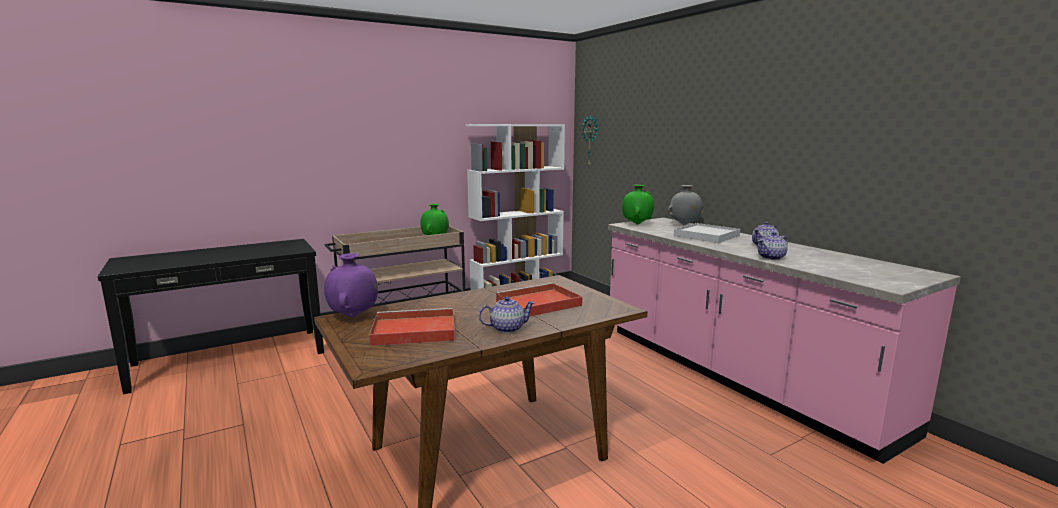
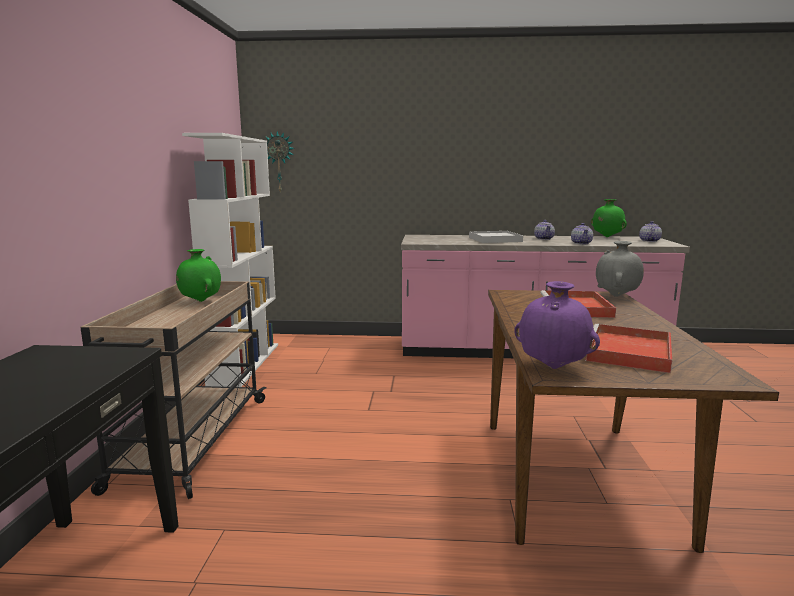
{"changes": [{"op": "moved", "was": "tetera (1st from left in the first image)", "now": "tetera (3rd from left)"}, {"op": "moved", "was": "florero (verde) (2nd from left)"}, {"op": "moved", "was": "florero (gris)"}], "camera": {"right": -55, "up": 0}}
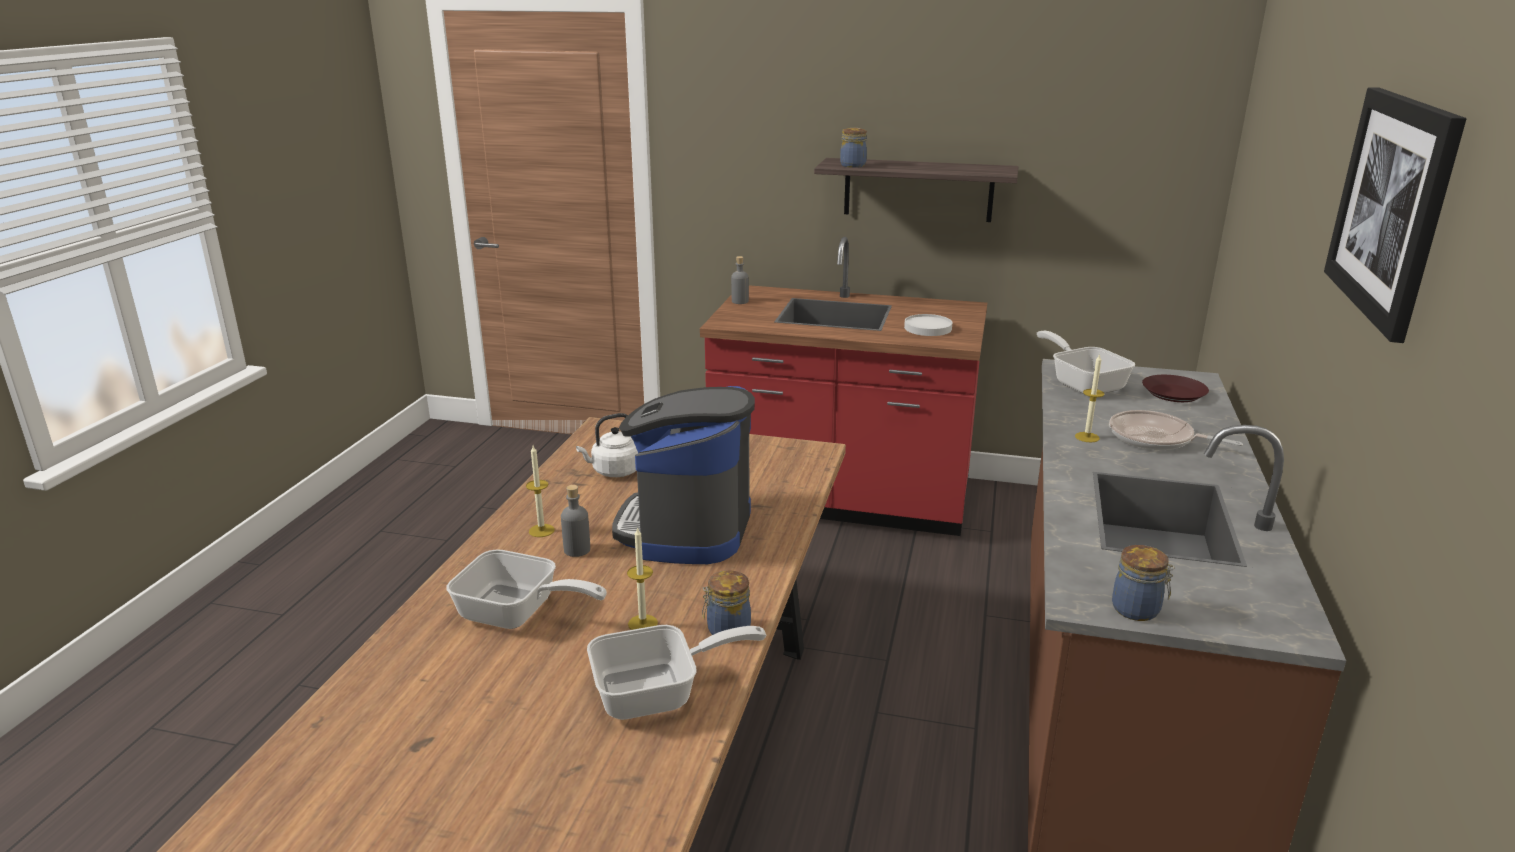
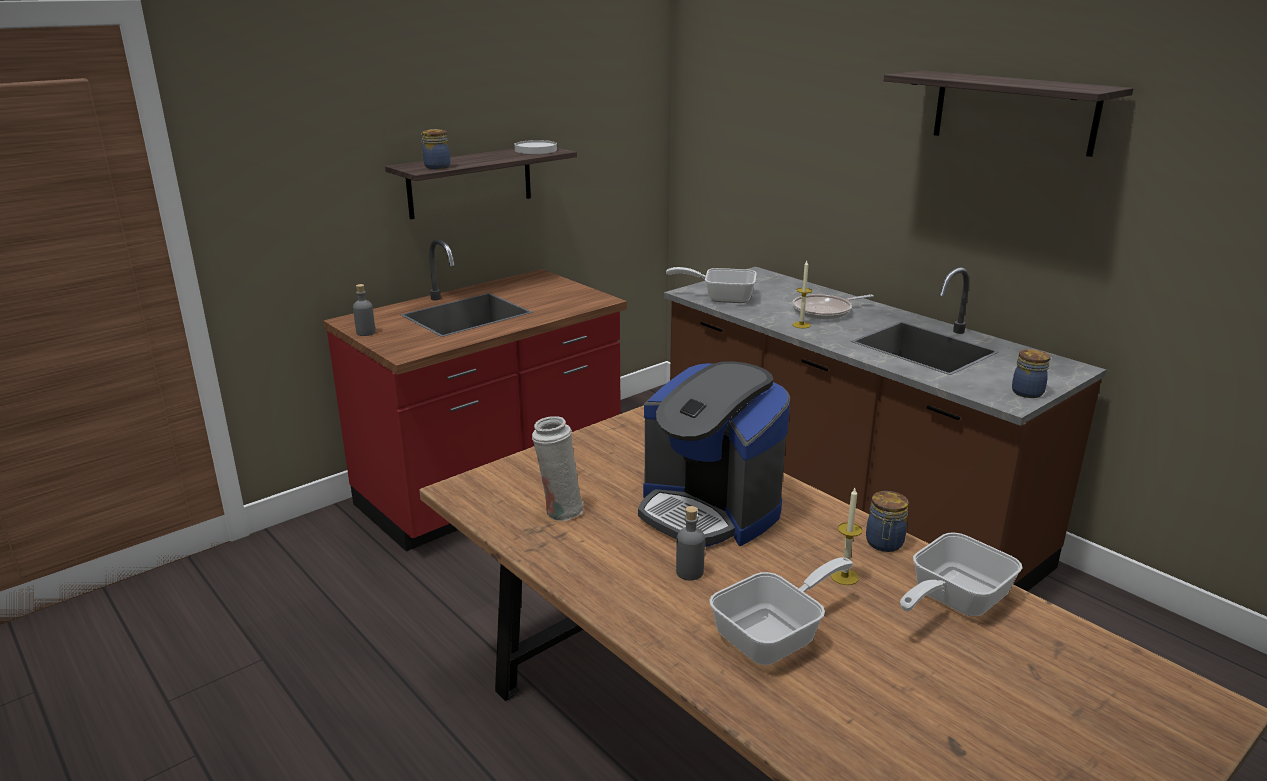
{"changes": [{"op": "removed", "was": "vela (1st from left)"}, {"op": "replaced", "was": "hervidor (blanco)", "now": "florero (blanco)"}, {"op": "turned", "was": "sartén (2nd from left in the first image)", "clockwise": -150}, {"op": "moved", "was": "plato (blanco)"}, {"op": "removed", "was": "plato (marrón)"}, {"op": "replaced", "was": "cuadro", "now": "estante (2nd from left)"}], "camera": {"right": -55, "up": 0}}
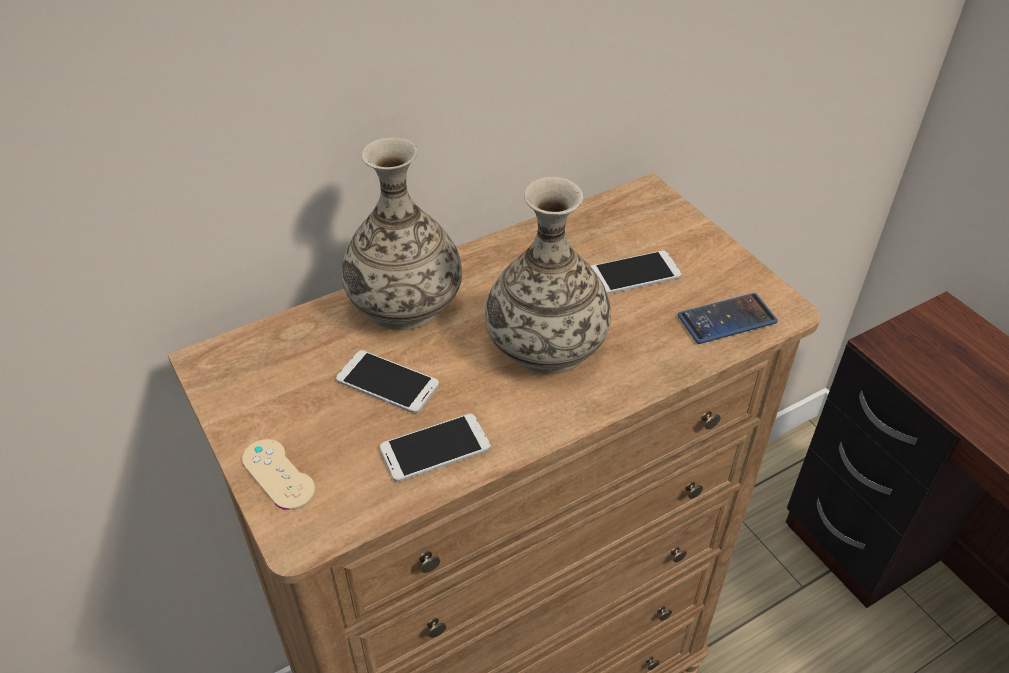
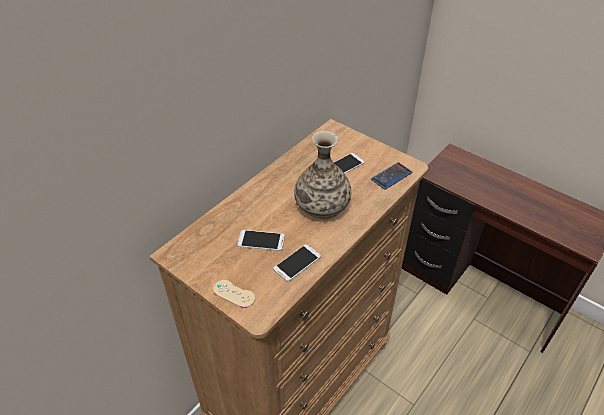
{"changes": [{"op": "removed", "was": "florero (1st from left)"}], "camera": {"right": -20, "up": 0}}
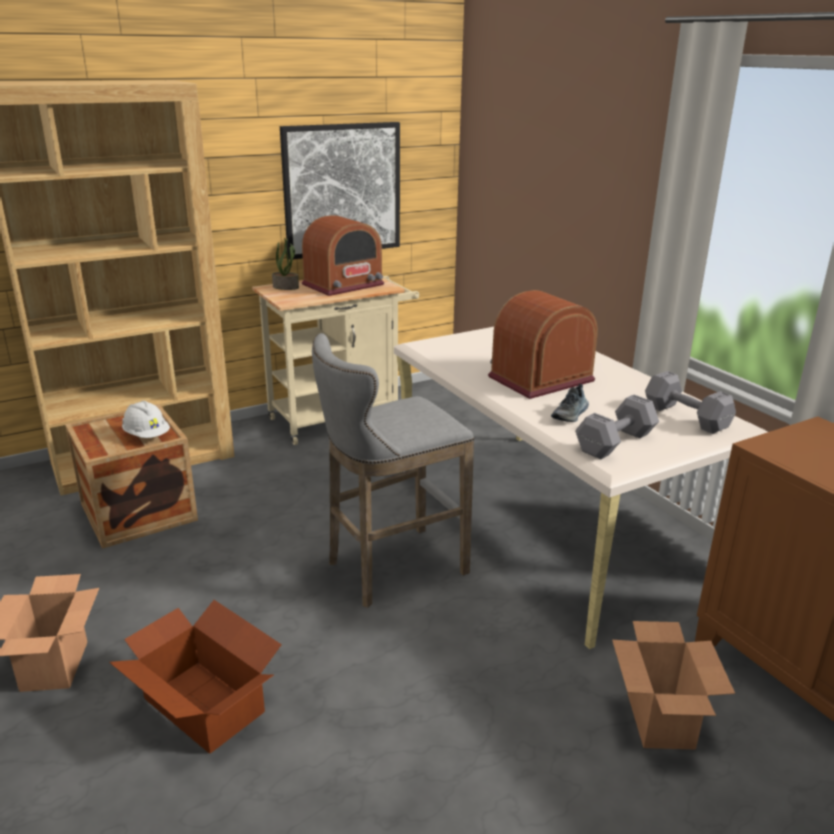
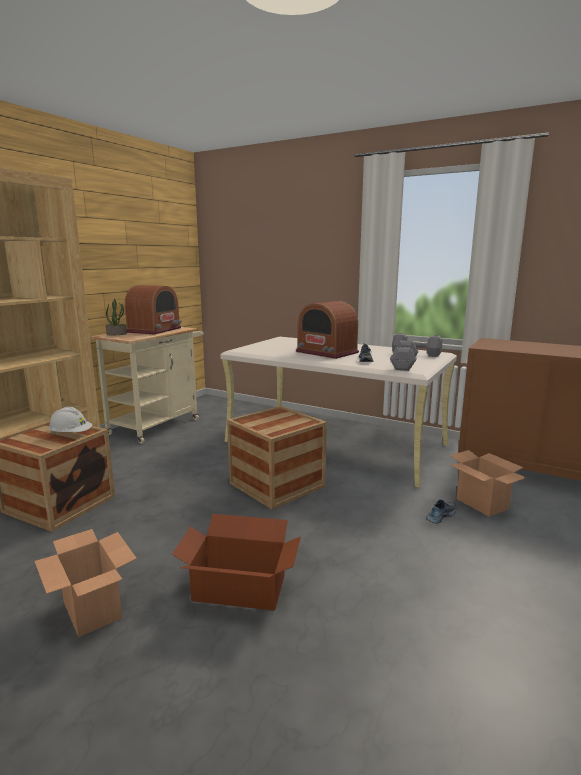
{"changes": [{"op": "removed", "was": "cuadro"}, {"op": "replaced", "was": "taburete (gris)", "now": "caja de embalaje (2nd from left)"}, {"op": "turned", "was": "radio (2nd from left)", "clockwise": -75}, {"op": "added", "now": "zapato (2nd from left)"}], "camera": {"right": -30, "up": -10}}
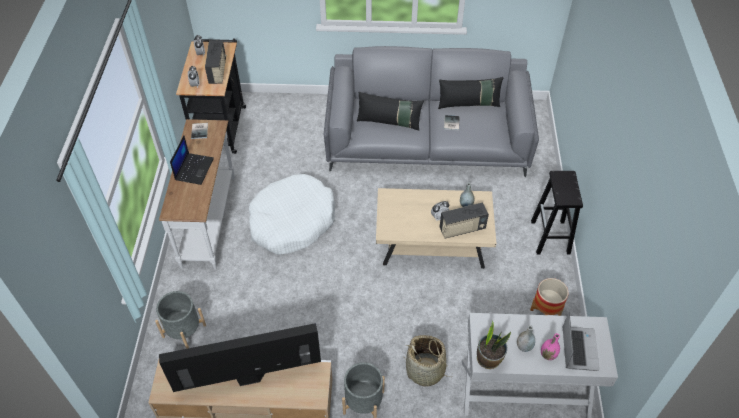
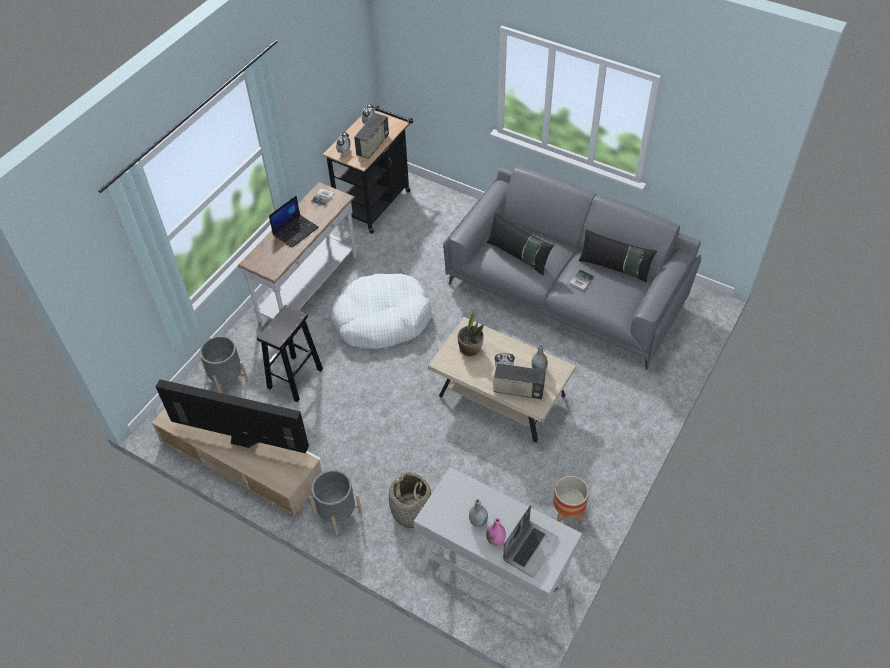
{"changes": [{"op": "moved", "was": "planta en maceta"}, {"op": "moved", "was": "taburete (negro)"}], "camera": {"right": 30, "up": 0}}
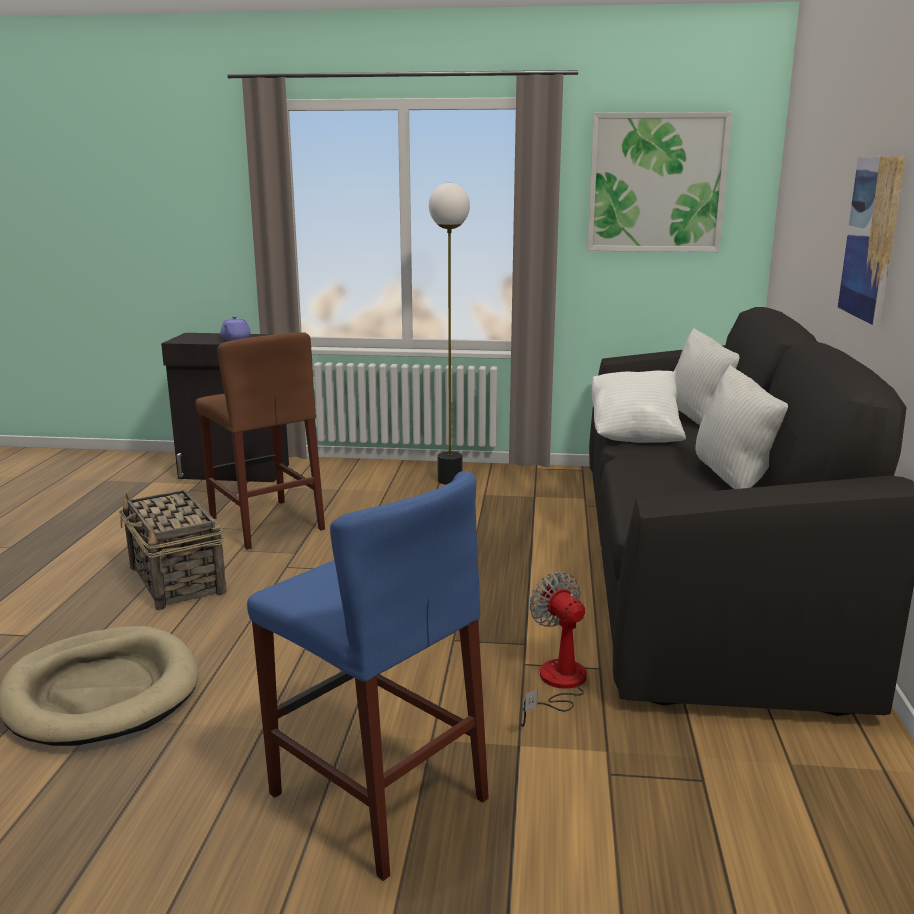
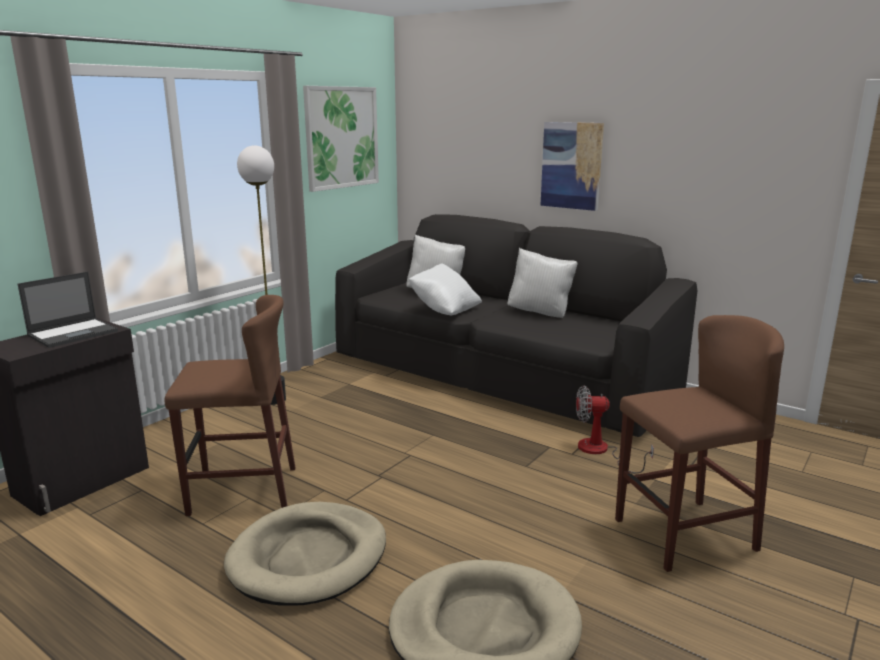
{"changes": [{"op": "replaced", "was": "cesta", "now": "cama para perro (beis) (1st from left)"}, {"op": "replaced", "was": "tetera (morado)", "now": "portátil"}, {"op": "recoloured", "was": "taburete (azul)", "now": "taburete (marrón) (2nd from left)"}], "camera": {"right": -60, "up": 0}}
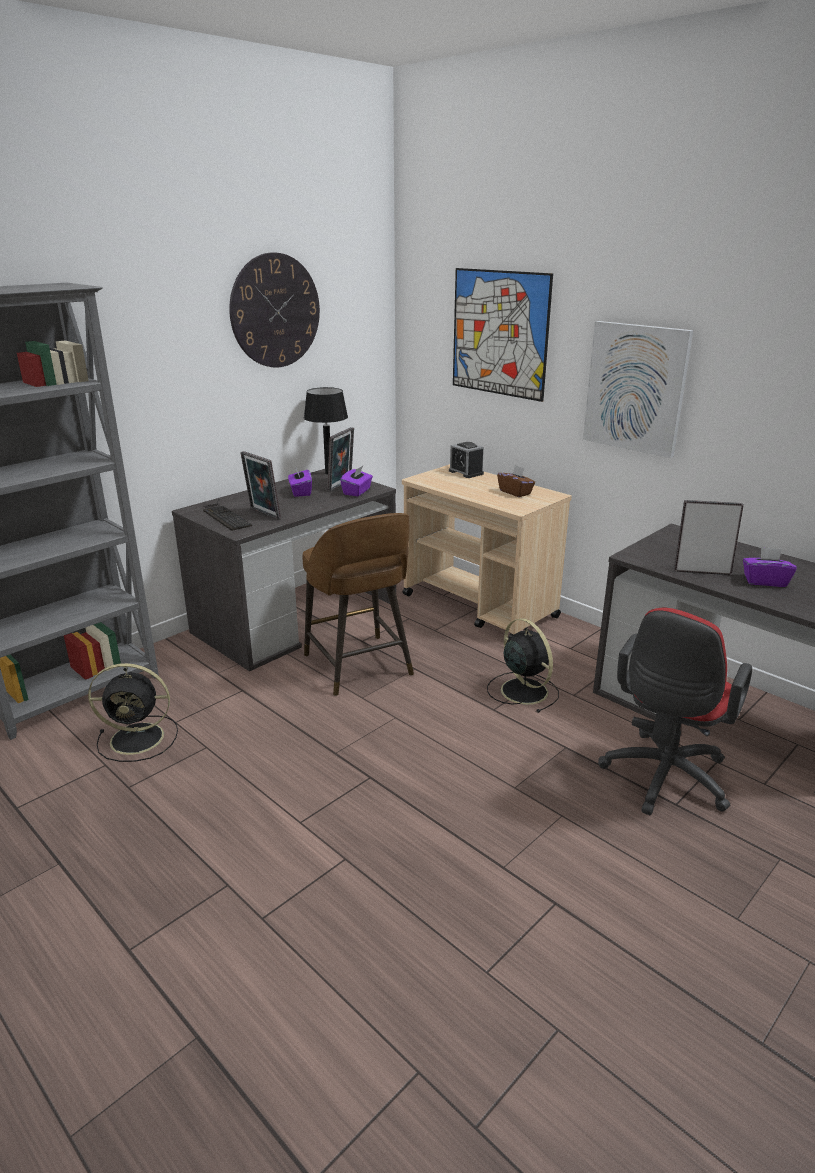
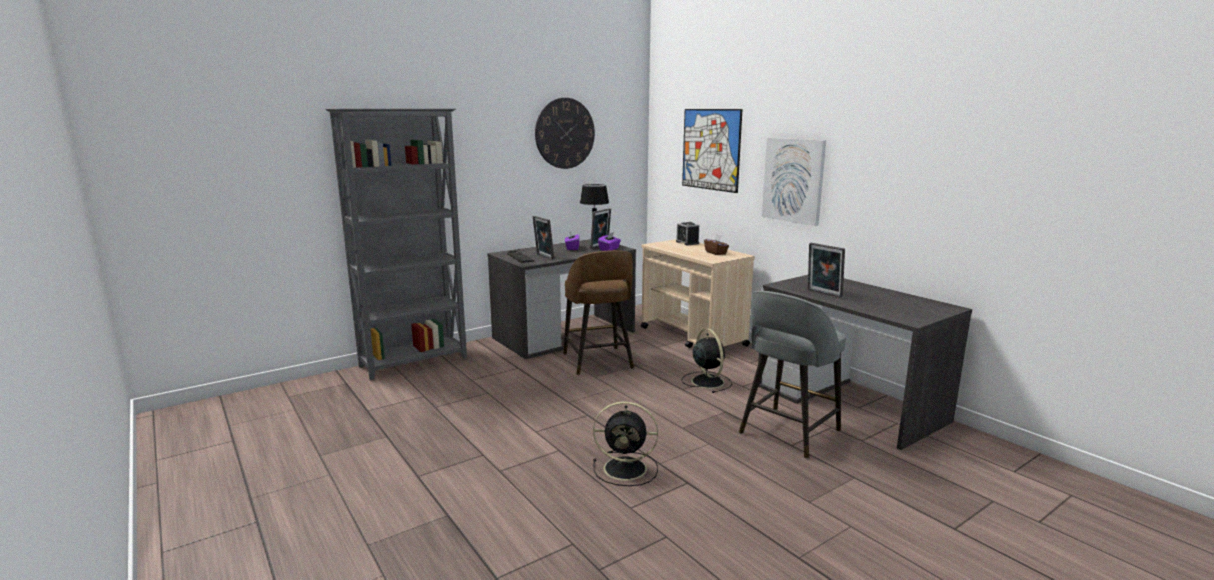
{"changes": [{"op": "moved", "was": "ventilador (negro) (1st from left)"}, {"op": "replaced", "was": "silla de oficina (rojo)", "now": "taburete (gris)"}, {"op": "turned", "was": "portarretratos (3rd from left)", "clockwise": -150}, {"op": "removed", "was": "caja de pañuelos (morado) (3rd from left)"}], "camera": {"right": 10, "up": -10}}
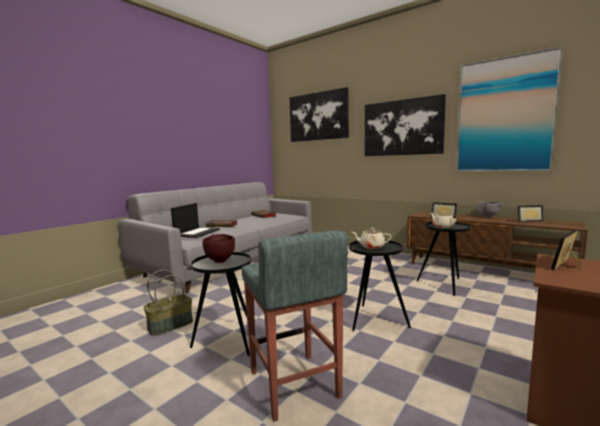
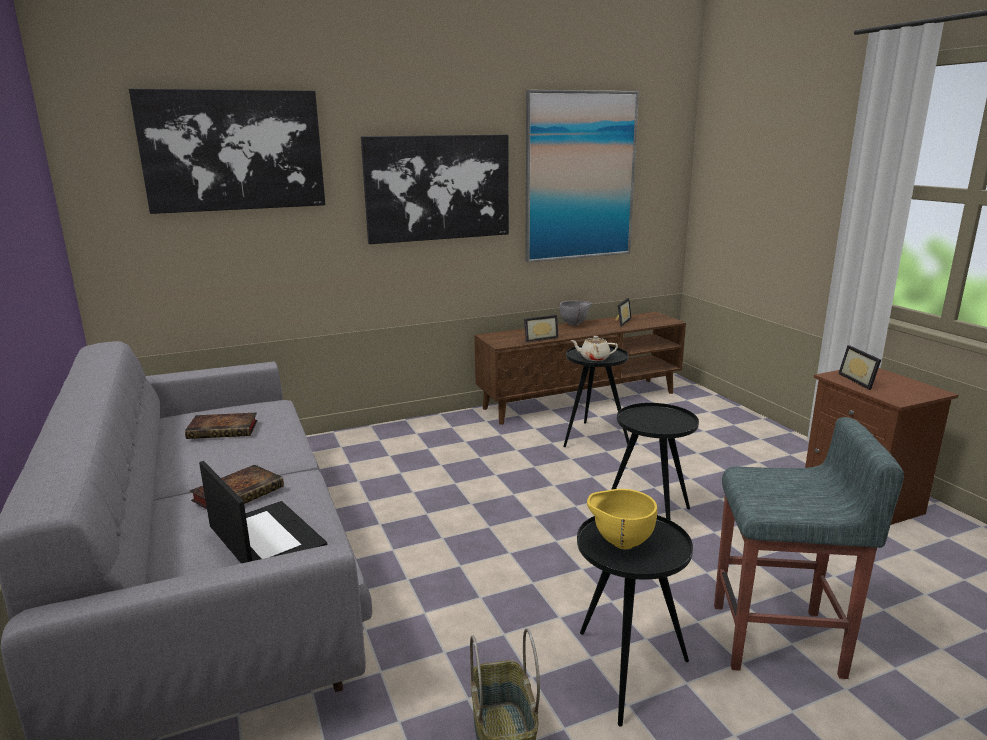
{"changes": [{"op": "recoloured", "was": "cuenco (marrón)", "now": "cuenco (amarillo)"}, {"op": "removed", "was": "tetera (beis) (1st from left)"}], "camera": {"right": -60, "up": 10}}
